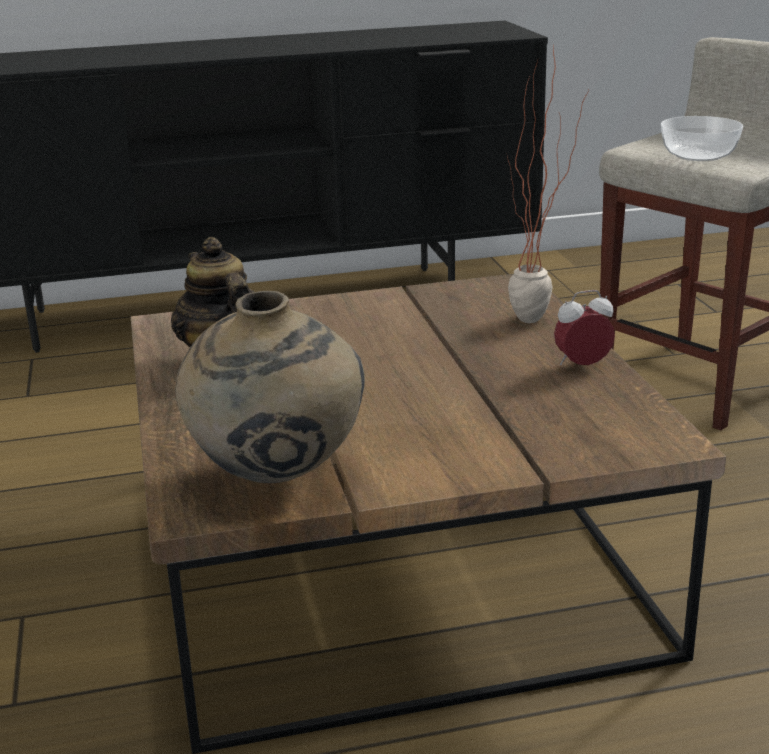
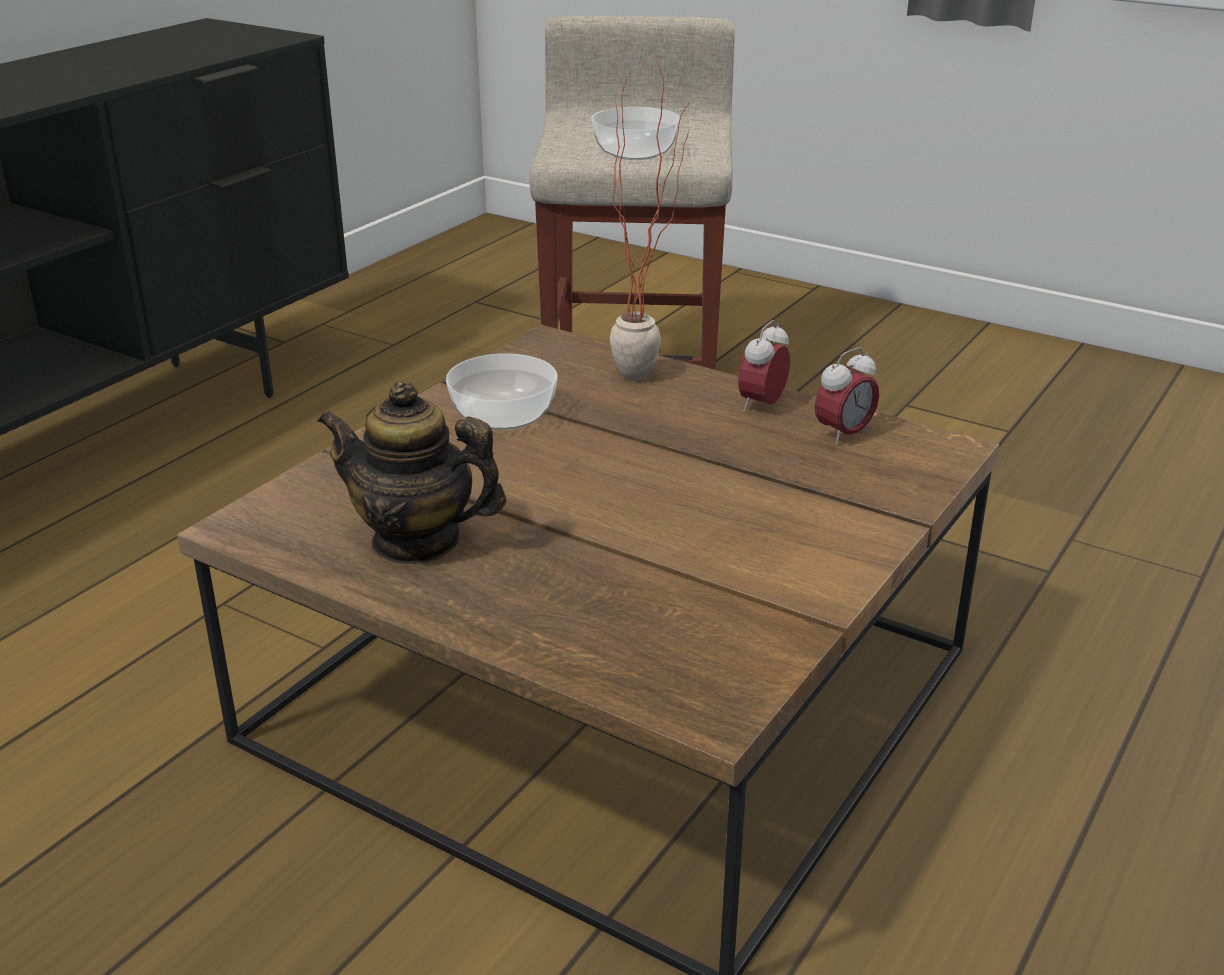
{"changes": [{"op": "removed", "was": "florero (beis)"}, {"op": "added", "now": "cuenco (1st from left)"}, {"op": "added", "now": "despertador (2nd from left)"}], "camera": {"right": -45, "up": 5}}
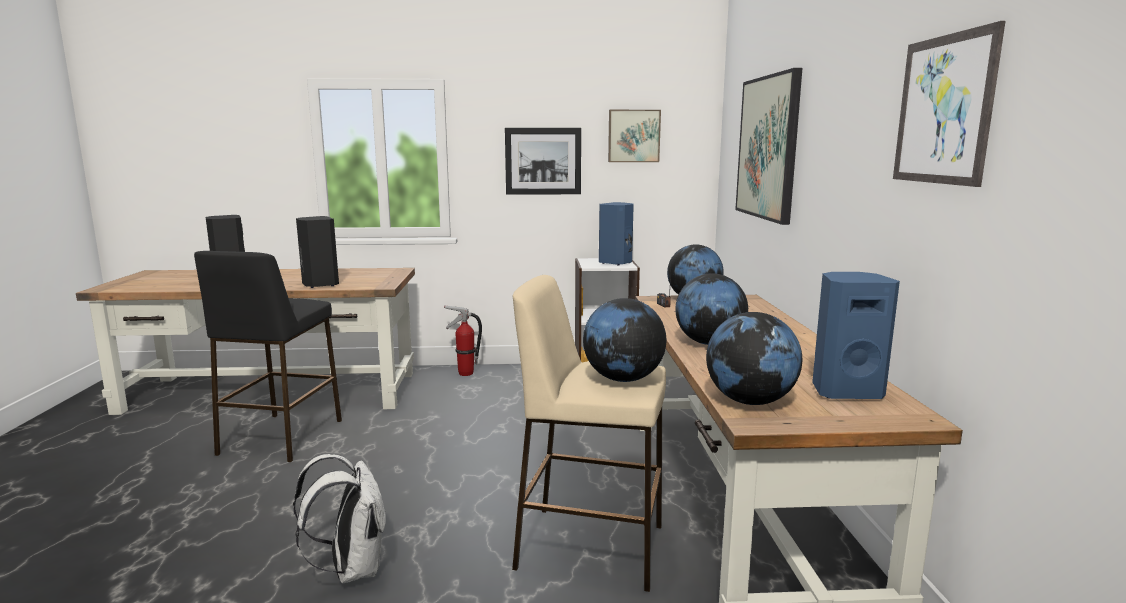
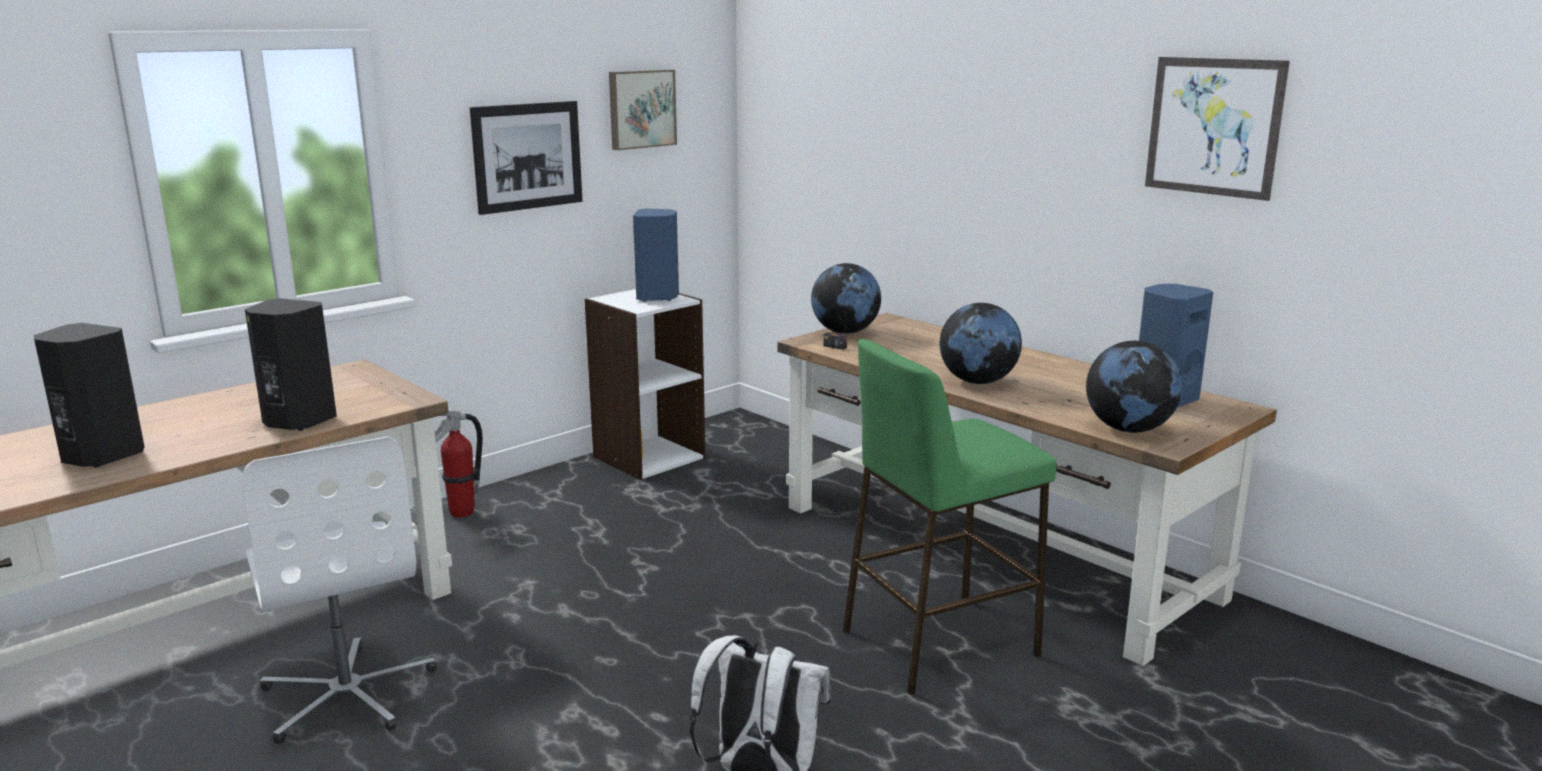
{"changes": [{"op": "replaced", "was": "taburete (negro)", "now": "silla de oficina (blanco)"}, {"op": "recoloured", "was": "taburete (beis)", "now": "taburete (verde)"}, {"op": "removed", "was": "globo terráqueo (1st from left)"}, {"op": "removed", "was": "cuadro (3rd from left)"}], "camera": {"right": -40, "up": 5}}
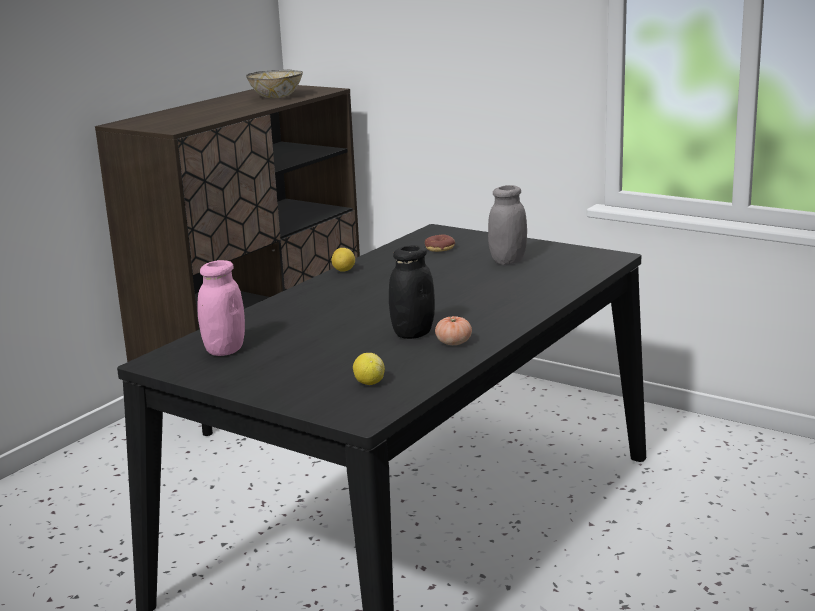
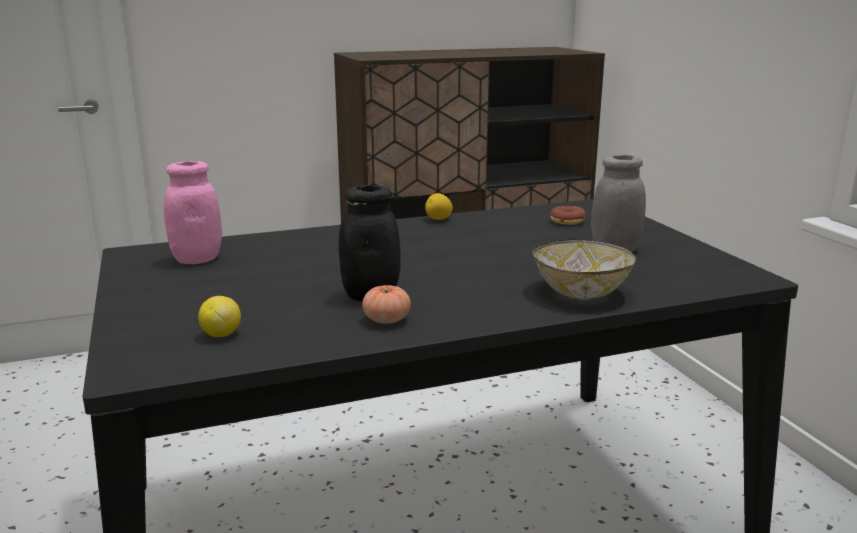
{"changes": [{"op": "moved", "was": "cuenco"}], "camera": {"right": 35, "up": 0}}
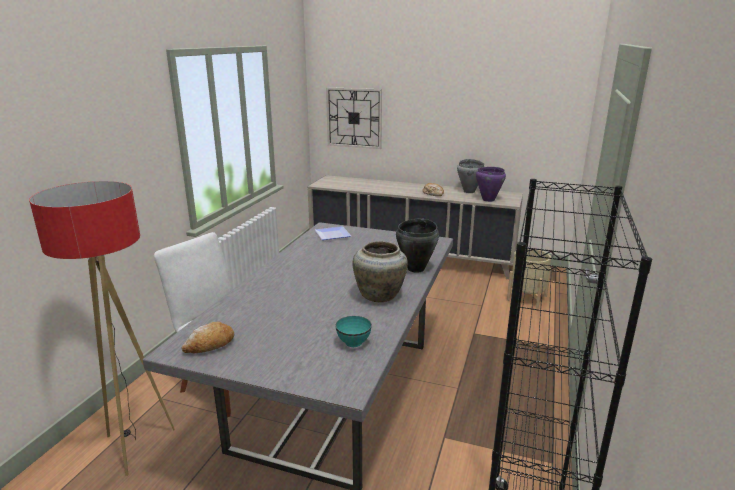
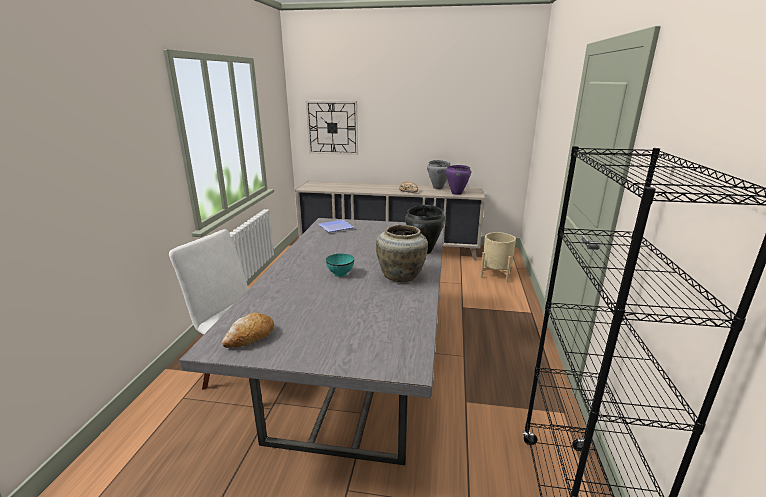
{"changes": [{"op": "removed", "was": "lámpara de pie"}, {"op": "moved", "was": "cuenco (turquesa)"}], "camera": {"right": -10, "up": 0}}
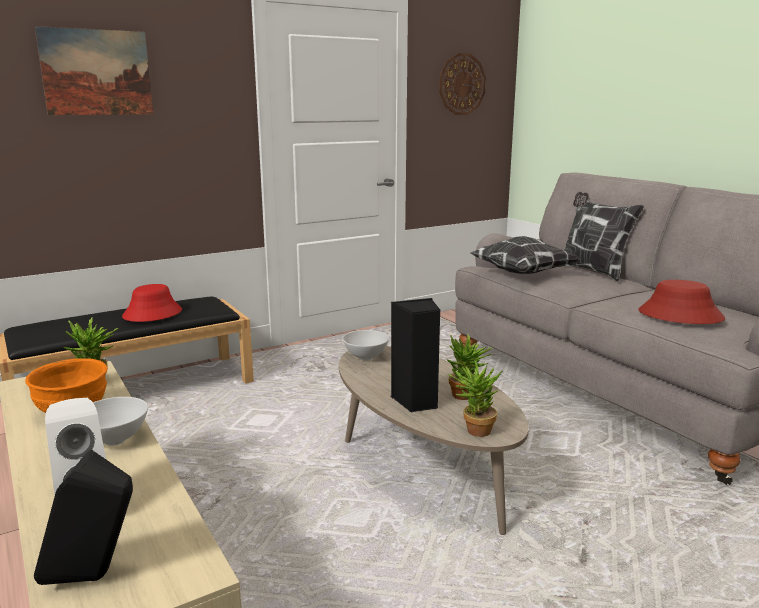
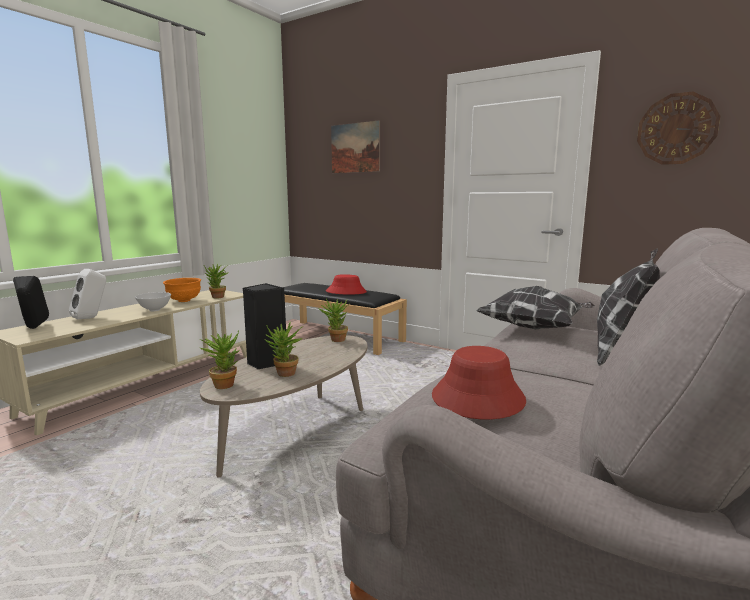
{"changes": [{"op": "replaced", "was": "cuenco (blanco) (2nd from left)", "now": "planta en maceta (4th from left)"}], "camera": {"right": 65, "up": -5}}
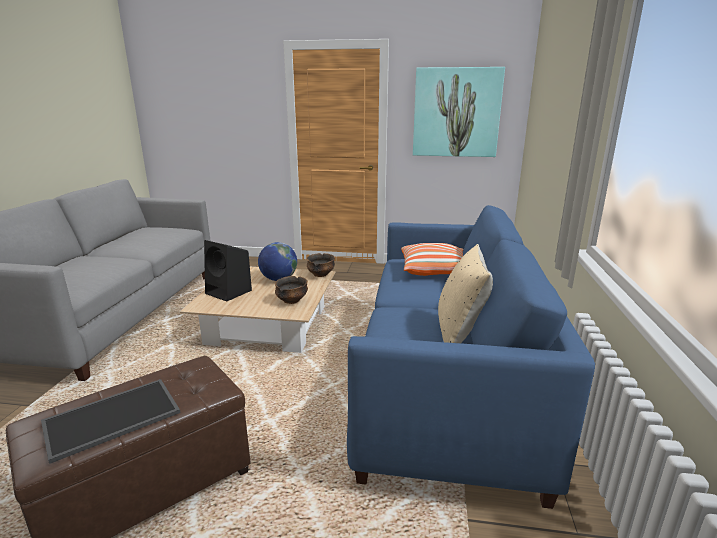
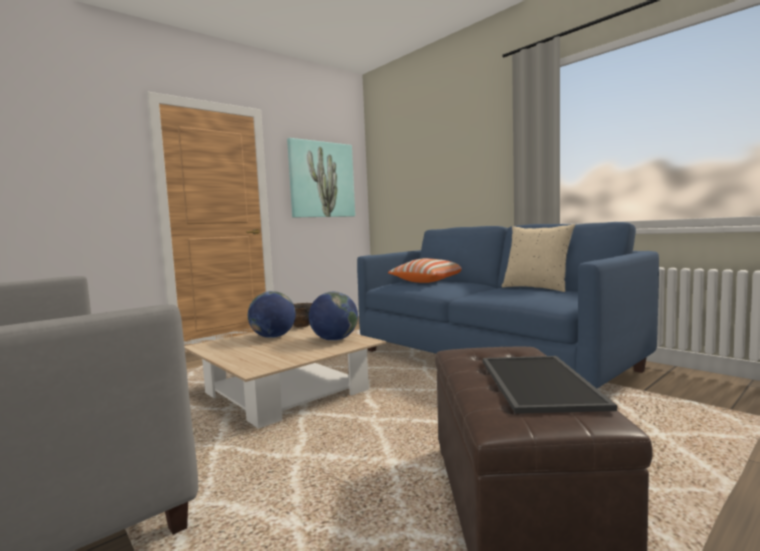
{"changes": [{"op": "removed", "was": "altavoz (negro)"}, {"op": "replaced", "was": "cuenco (1st from left)", "now": "globo terráqueo (2nd from left)"}], "camera": {"right": -50, "up": -15}}
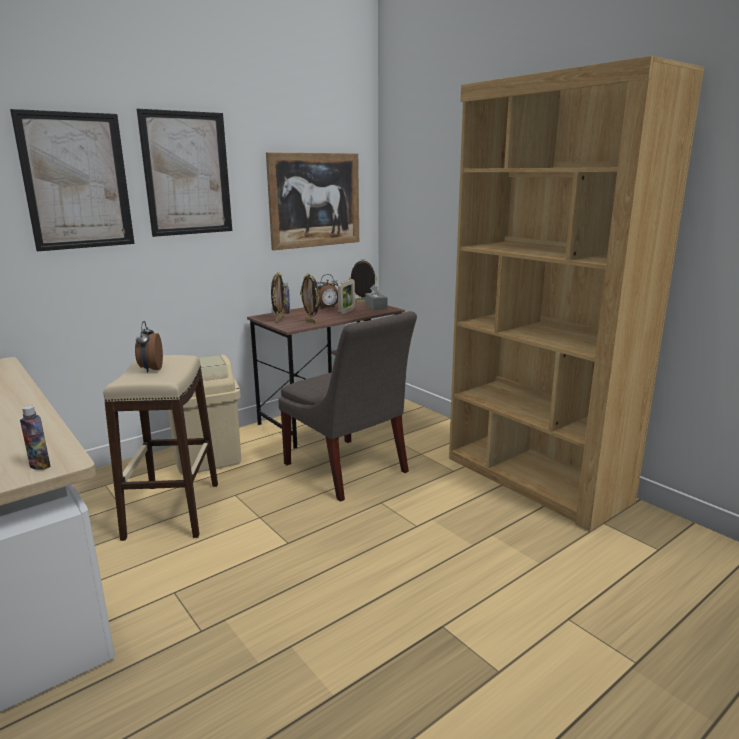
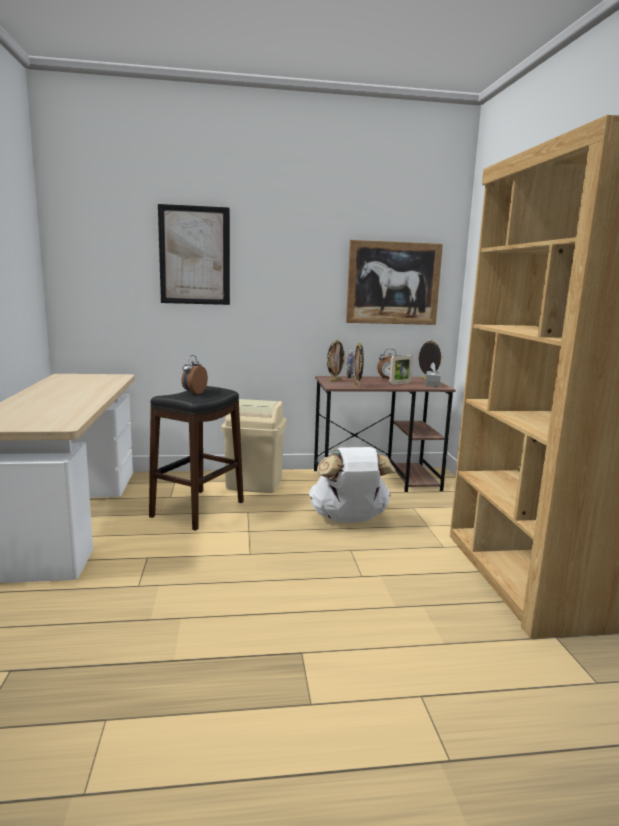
{"changes": [{"op": "removed", "was": "botella (1st from left)"}, {"op": "recoloured", "was": "taburete (beis)", "now": "taburete (negro)"}, {"op": "removed", "was": "cuadro (2nd from left)"}, {"op": "replaced", "was": "silla (gris)", "now": "mochila (blanco)"}], "camera": {"right": 30, "up": -5}}
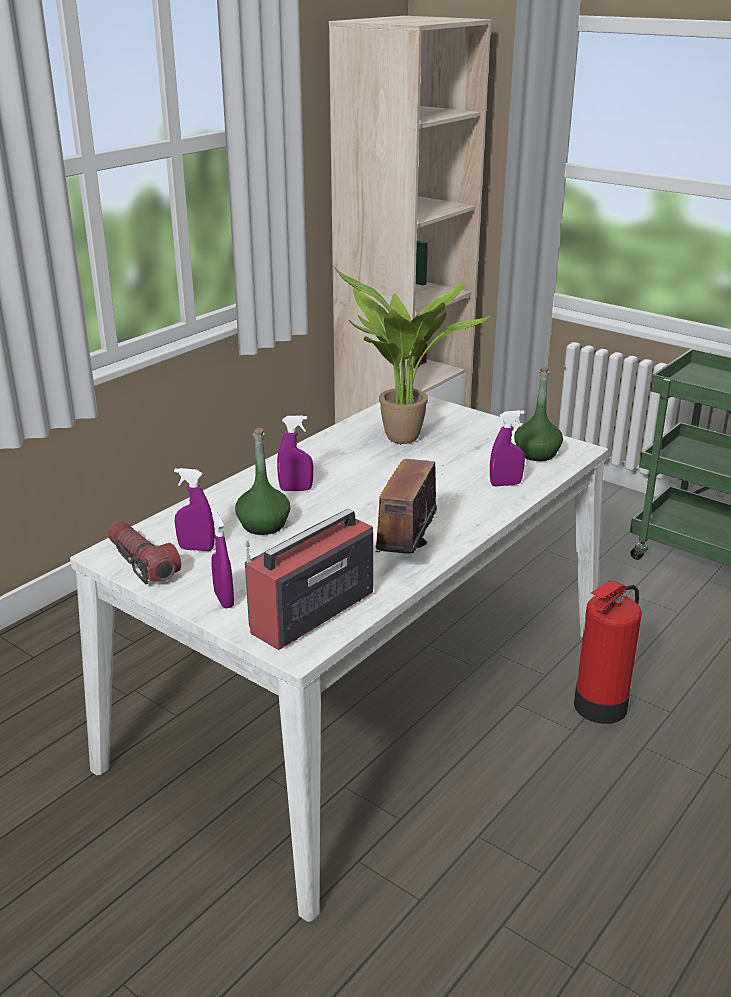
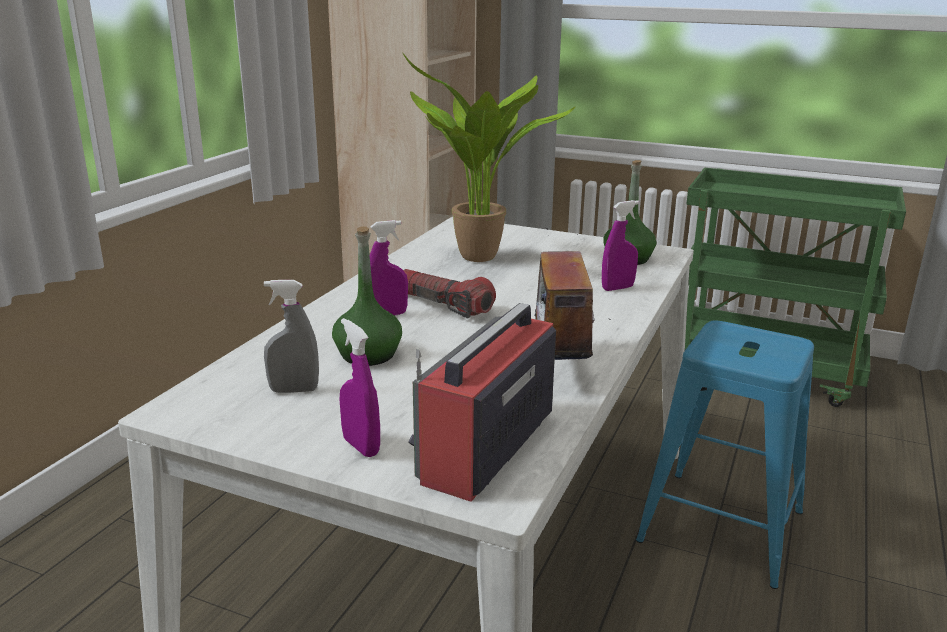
{"changes": [{"op": "moved", "was": "linterna"}, {"op": "recoloured", "was": "pulverizador (morado) (1st from left)", "now": "pulverizador (gris)"}, {"op": "replaced", "was": "extintor", "now": "taburete (azul)"}], "camera": {"right": -15, "up": -5}}
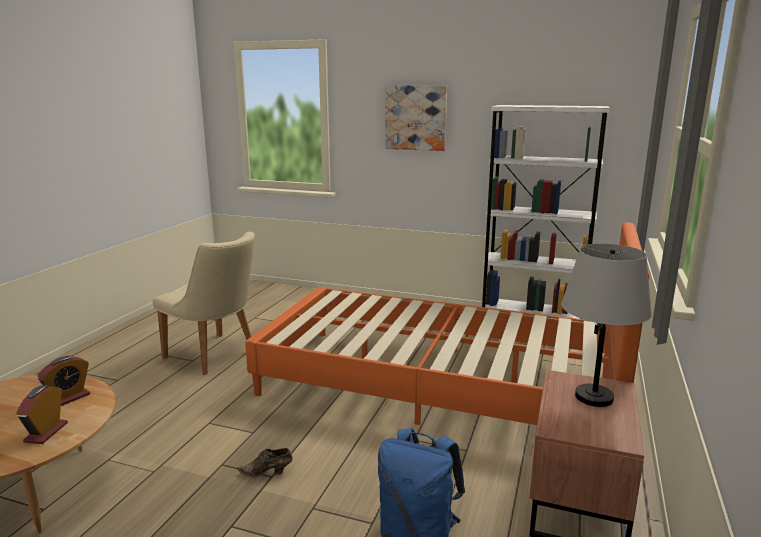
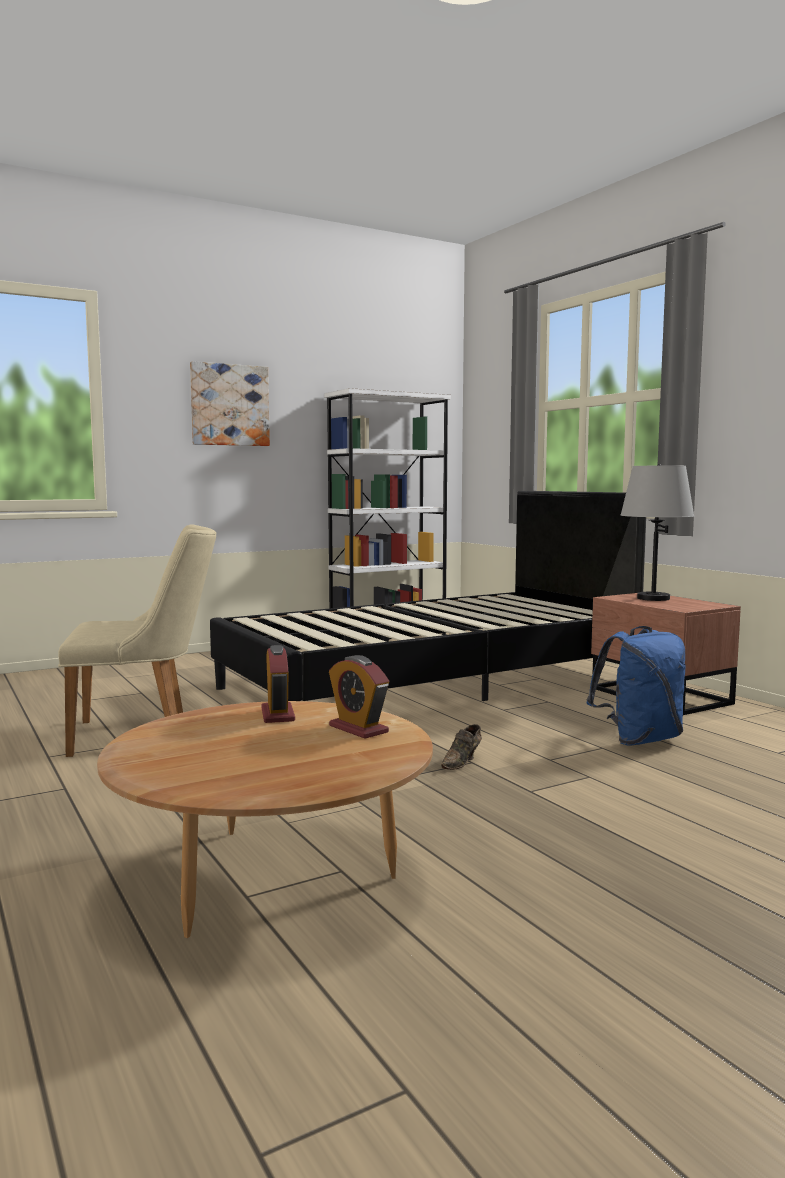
{"changes": [{"op": "recoloured", "was": "cama (naranja)", "now": "cama (negro)"}], "camera": {"right": -50, "up": -10}}
